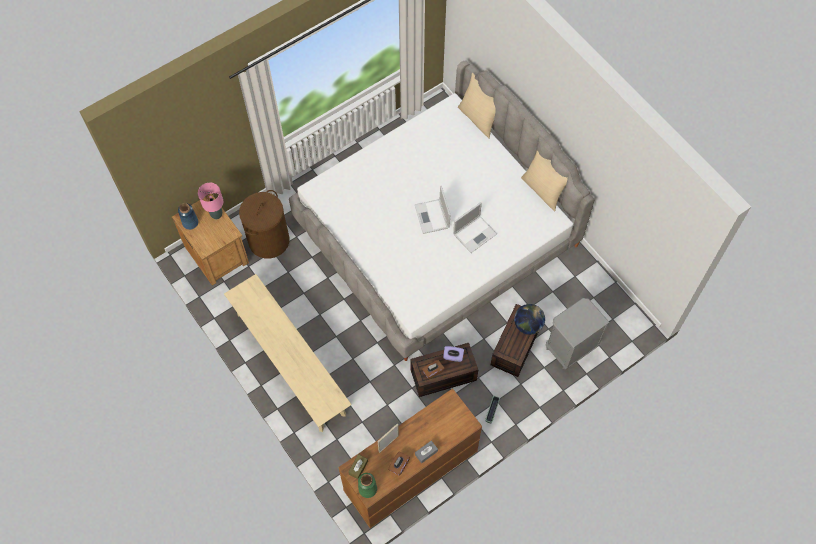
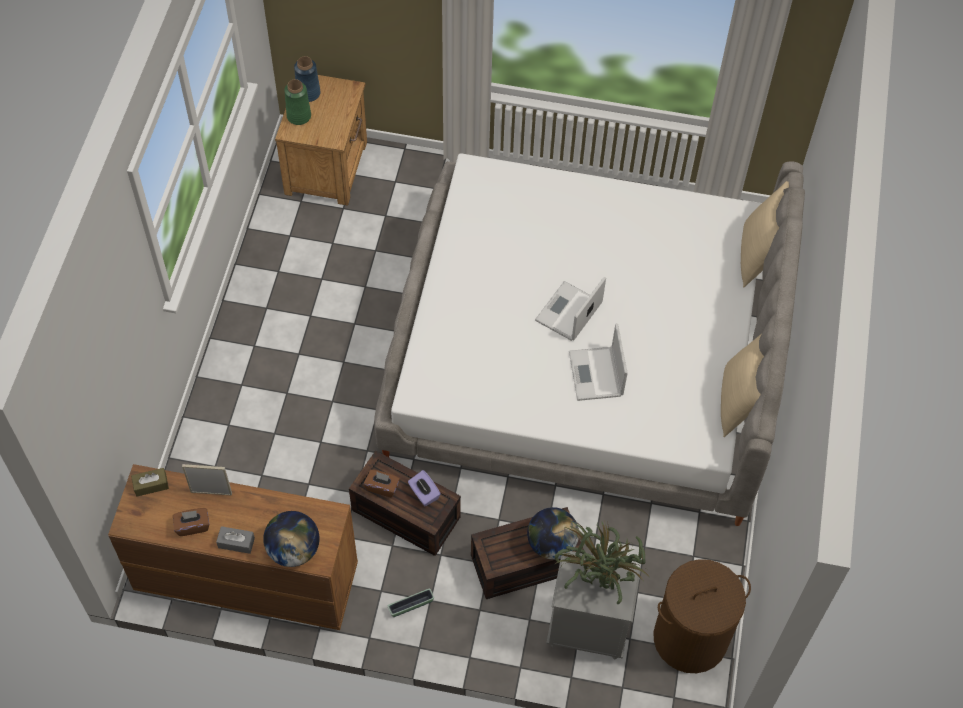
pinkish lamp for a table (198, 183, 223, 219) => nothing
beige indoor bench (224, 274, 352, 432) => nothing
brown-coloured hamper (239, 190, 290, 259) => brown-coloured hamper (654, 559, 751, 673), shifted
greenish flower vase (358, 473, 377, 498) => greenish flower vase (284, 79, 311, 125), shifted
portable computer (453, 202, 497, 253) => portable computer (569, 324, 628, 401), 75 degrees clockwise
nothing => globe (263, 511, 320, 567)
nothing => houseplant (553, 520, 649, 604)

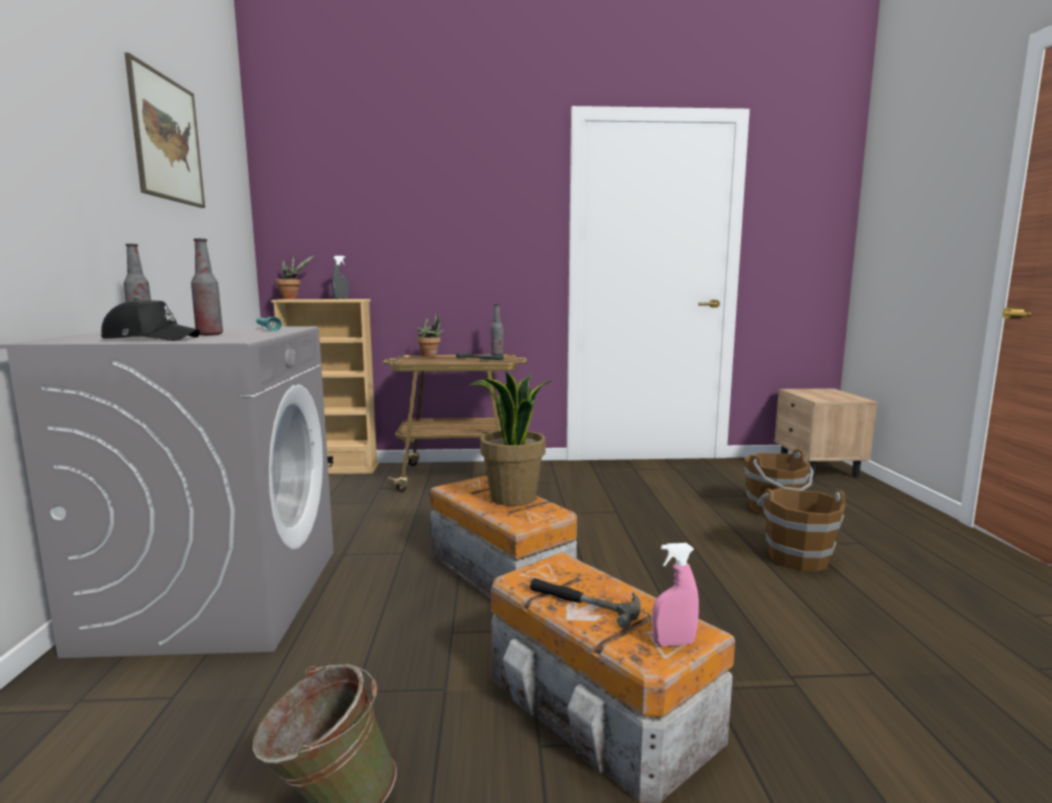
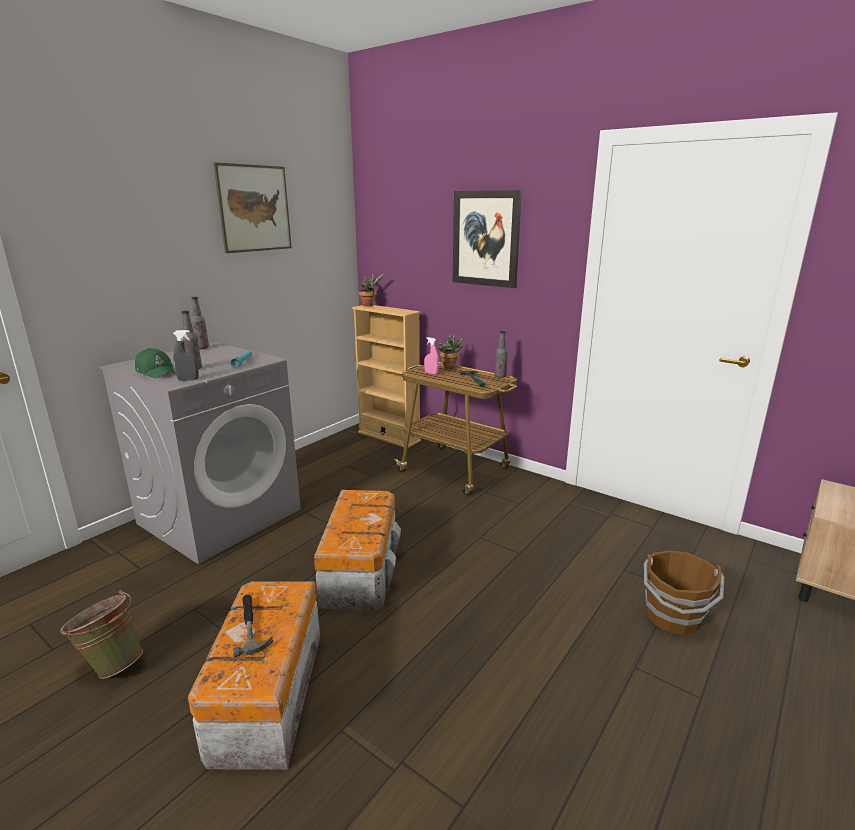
black-coloured cap (101, 298, 200, 341) => greenish cap (135, 348, 175, 378)
grey hand sprayer (331, 256, 349, 299) => grey hand sprayer (173, 330, 199, 381), shifted
houseplant (470, 371, 554, 506) => nothing
pinkish hand sprayer (652, 543, 699, 646) => pinkish hand sprayer (424, 337, 439, 375), shifted
brown-coloured water bucket (757, 488, 846, 571) => nothing
nothing => picture (453, 190, 522, 288)

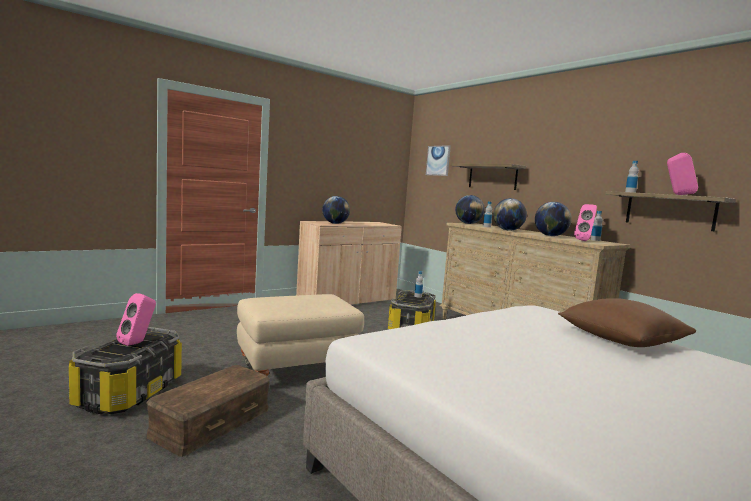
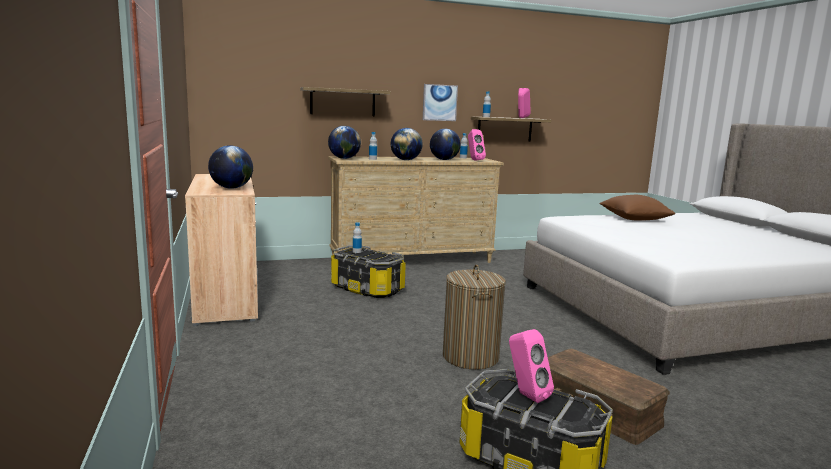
beige ottoman (237, 294, 364, 376) => hamper (443, 264, 506, 370)
picture (426, 145, 451, 176) => picture (423, 84, 458, 121), shifted

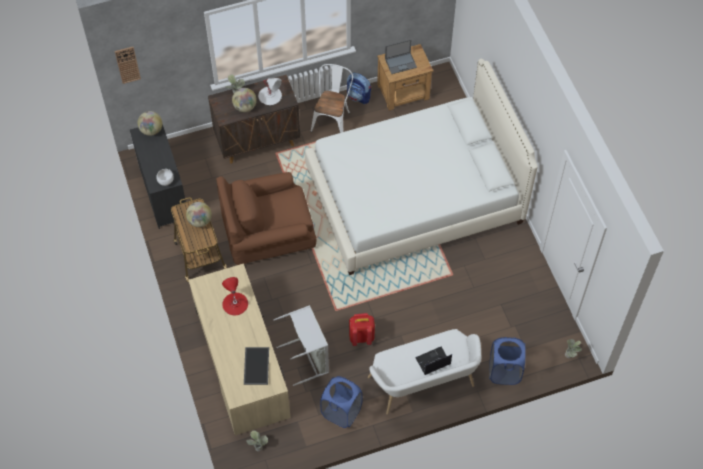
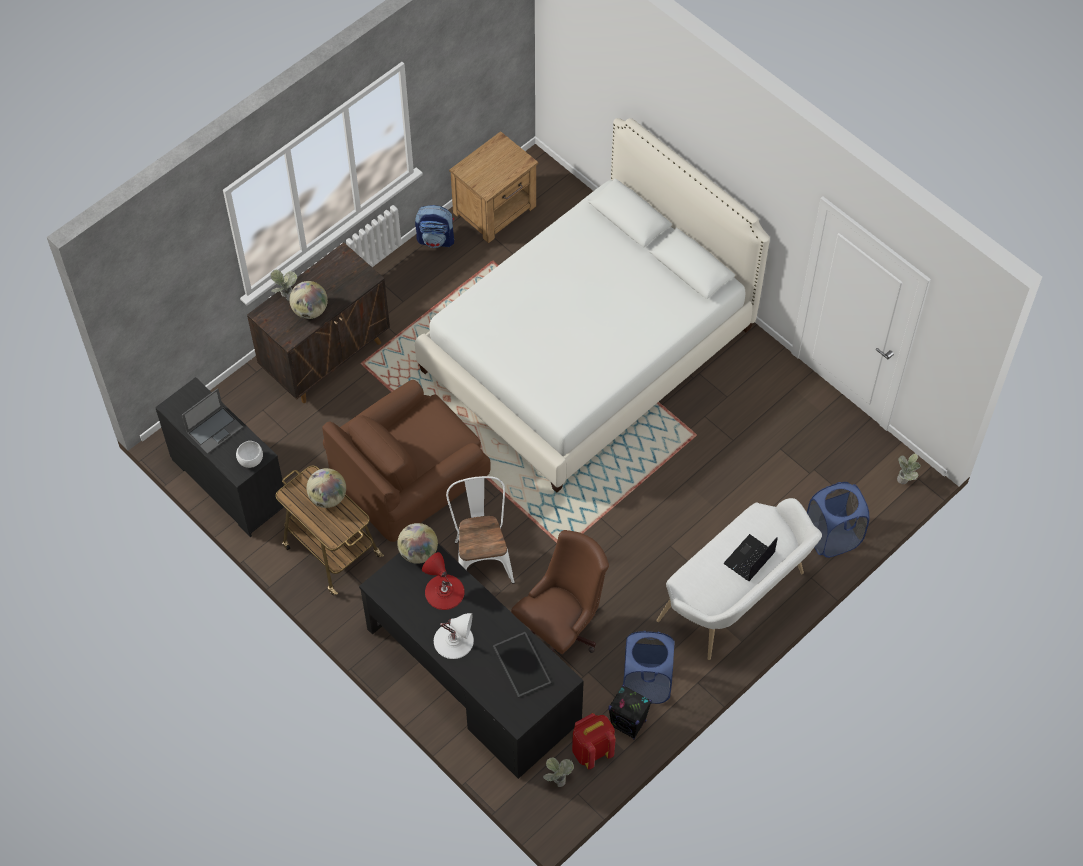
wall clock (115, 47, 141, 84) => nothing
globe (138, 111, 162, 136) => globe (397, 523, 438, 564), shifted
beige desk (188, 263, 291, 435) => black-coloured desk (359, 544, 584, 779)
white-coloured lamp for a table (258, 78, 282, 105) => white-coloured lamp for a table (434, 613, 474, 659), shifted
grey hamper (273, 305, 329, 386) => brown-coloured desk chair (511, 530, 609, 654)
white-coloured plain chair (310, 64, 353, 133) => white-coloured plain chair (446, 476, 515, 584), shifted
red-coloured knapsack (349, 313, 375, 346) => red-coloured knapsack (572, 713, 616, 769), shifted
portable computer (385, 40, 417, 74) => portable computer (182, 388, 243, 454), shifted
nothing => black-coloured speaker (608, 685, 652, 739)

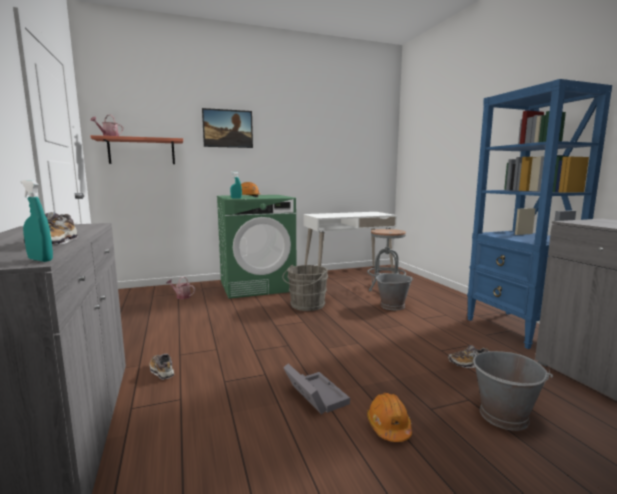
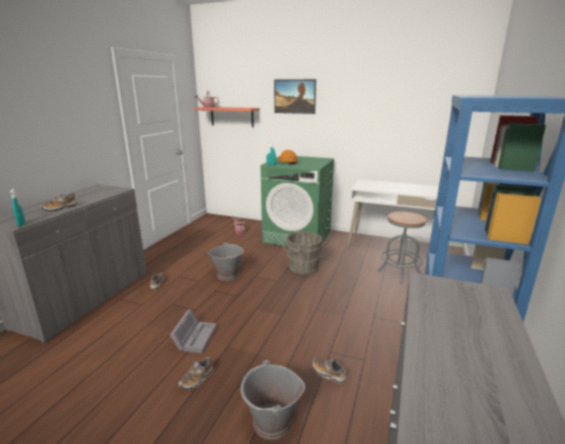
orange safety helmet (367, 393, 412, 442) => shoe (178, 357, 214, 389)
grey water bucket (376, 272, 414, 310) => grey water bucket (208, 242, 244, 281), shifted

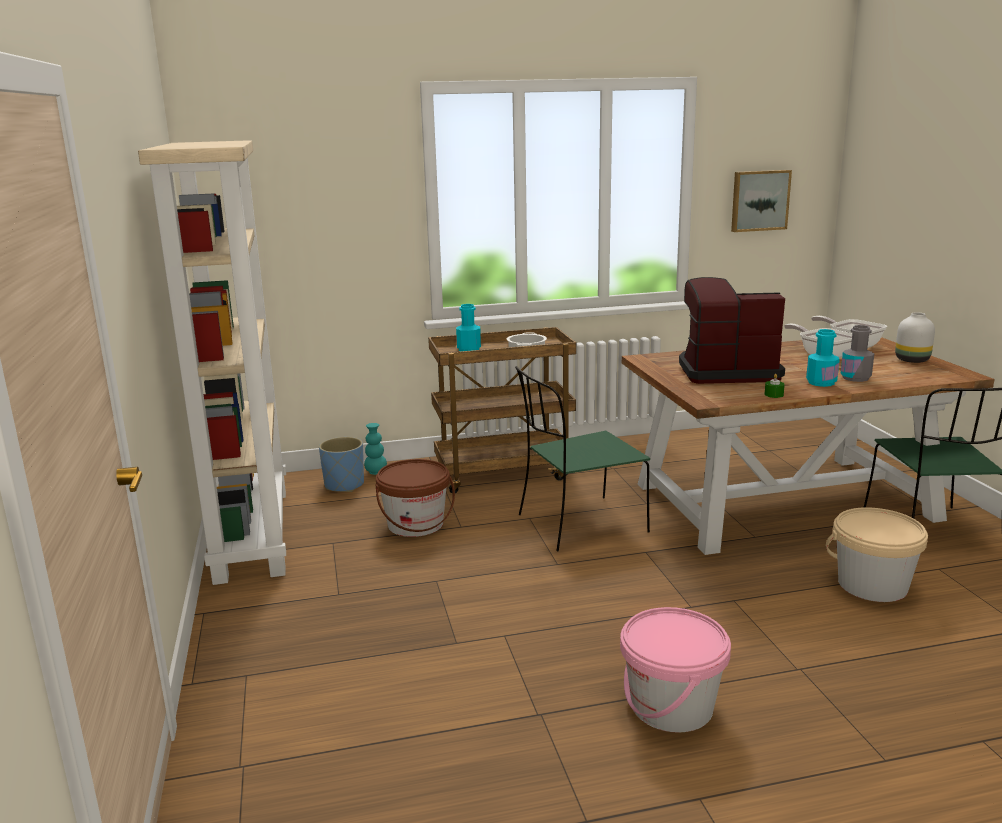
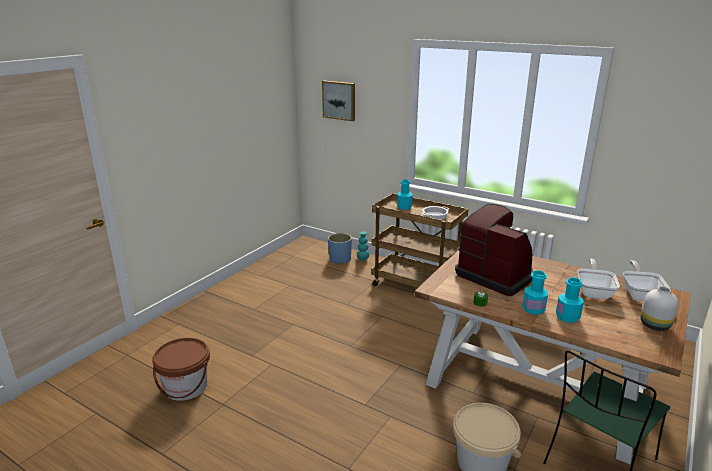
beige shelving unit (138, 140, 286, 585) => nothing
brown-coloured water bucket (375, 459, 455, 537) => brown-coloured water bucket (152, 338, 210, 401), shifted
greenish plain chair (515, 366, 650, 551) => nothing
pinkish water bucket (620, 607, 731, 733) => nothing
picture (731, 170, 792, 232) => picture (322, 81, 355, 121), shifted
grey bottle (841, 325, 874, 382) => turquoise bottle (556, 277, 584, 323)

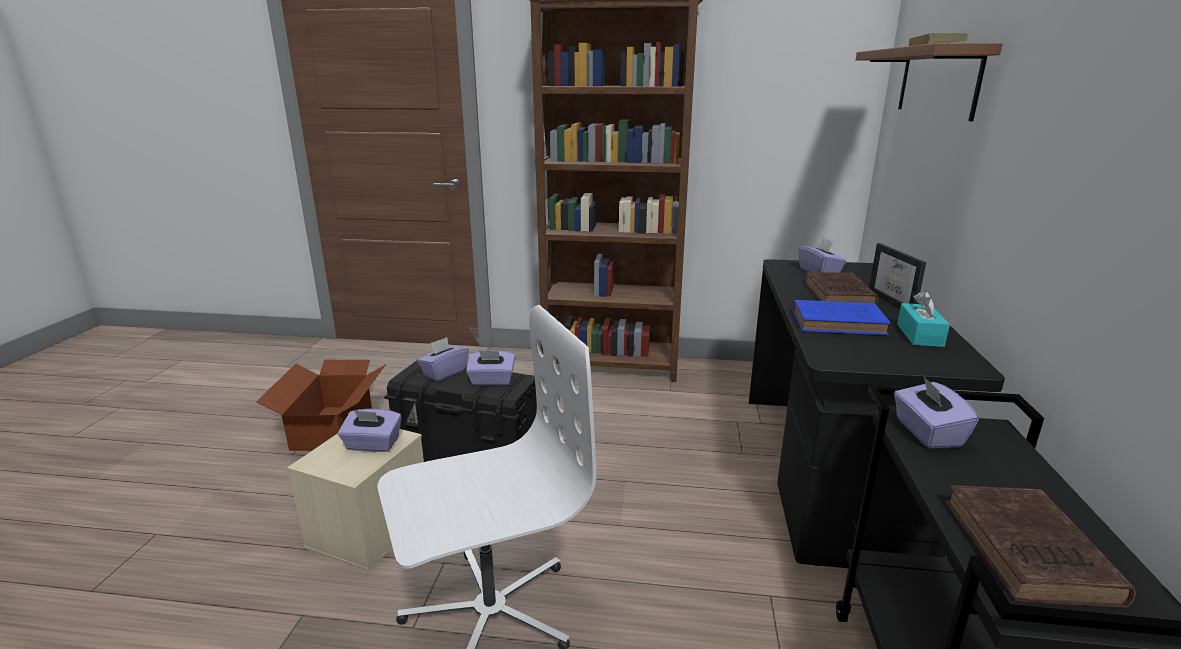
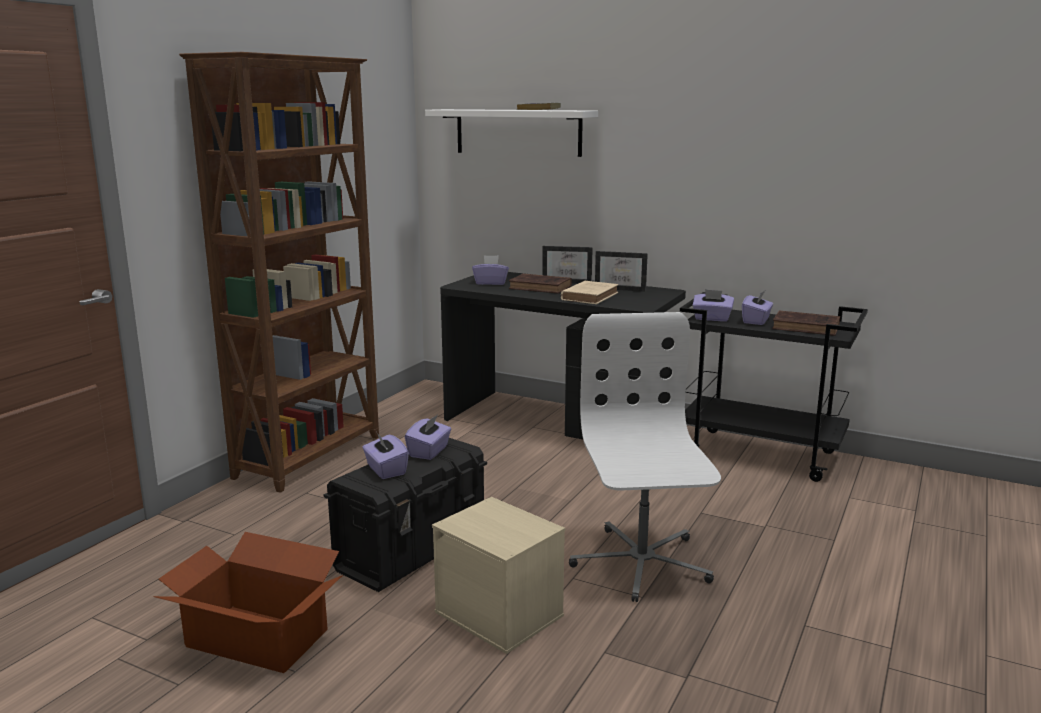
purplish box of tissues (338, 409, 401, 452) => purplish box of tissues (742, 291, 773, 325), shifted
blue-coloured volume (793, 300, 891, 336) => beige volume (561, 280, 618, 304)
brown-coloured shelf (856, 43, 1003, 122) => white-coloured shelf (425, 109, 598, 157)
turquoise box of tissues (897, 290, 950, 347) => picture frame (595, 251, 648, 292)

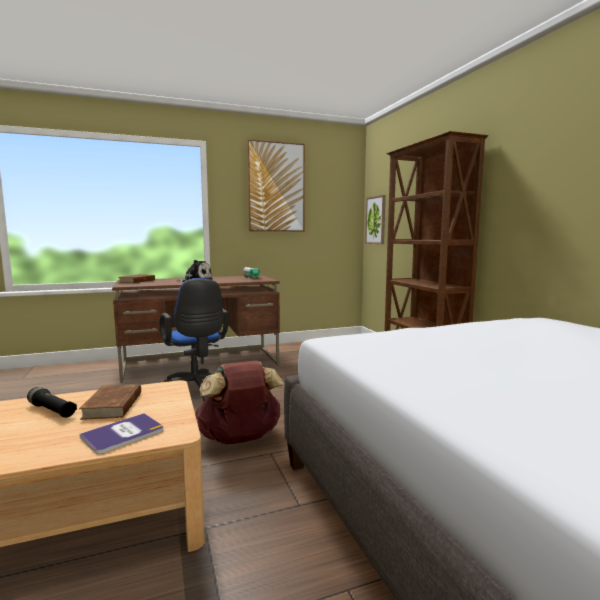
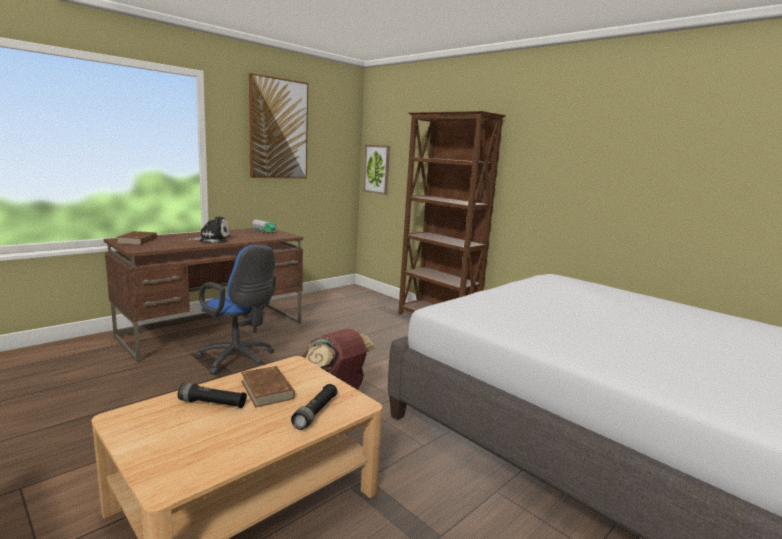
volume (80, 413, 163, 454) => black-coloured hand torch (291, 384, 337, 430)

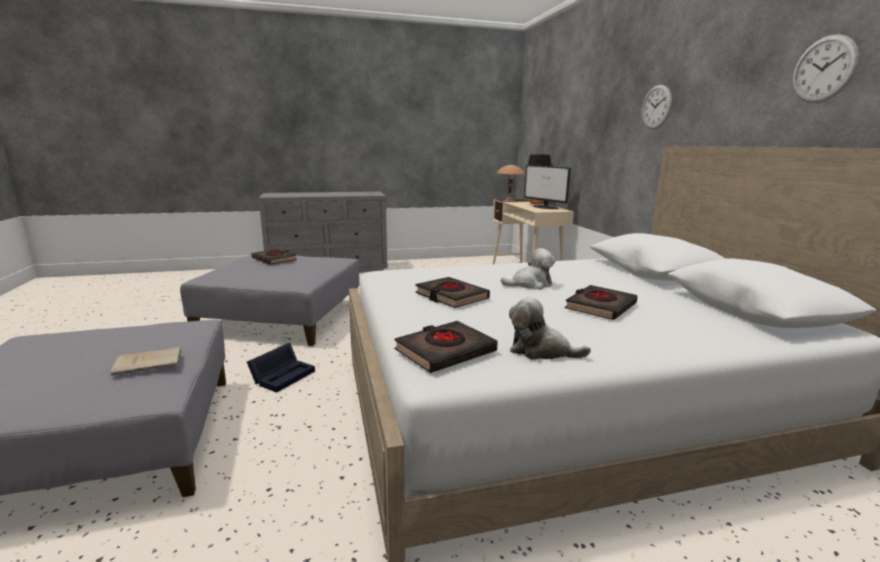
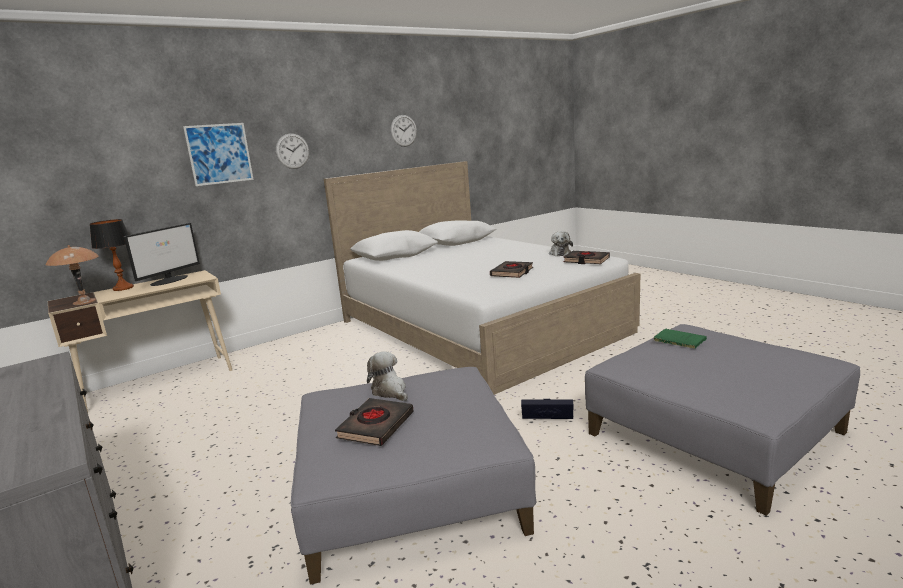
beige volume (110, 347, 182, 376) => greenish volume (654, 329, 707, 349)
cuddly toy (501, 248, 555, 290) => cuddly toy (367, 351, 408, 401), shifted
black-coloured volume (565, 285, 638, 320) => nothing
nothing => picture (183, 123, 254, 186)

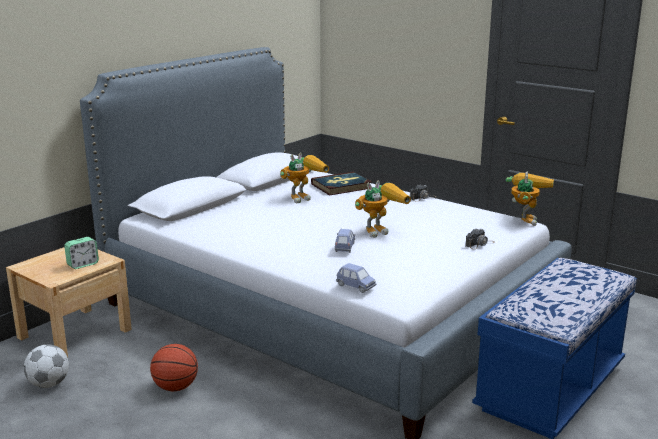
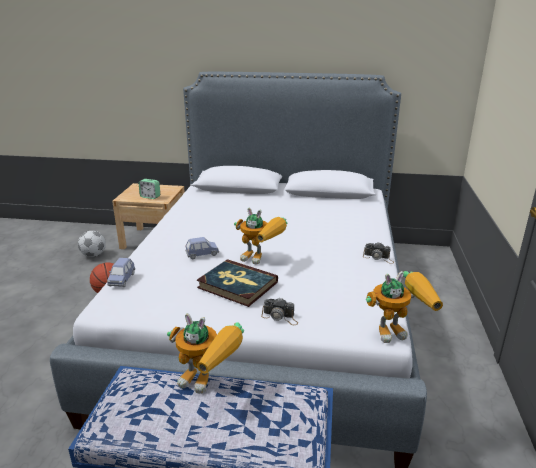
toy robot (280, 153, 329, 203) => toy robot (167, 313, 244, 394), shifted
volume (311, 172, 372, 196) => volume (197, 259, 278, 307), shifted

